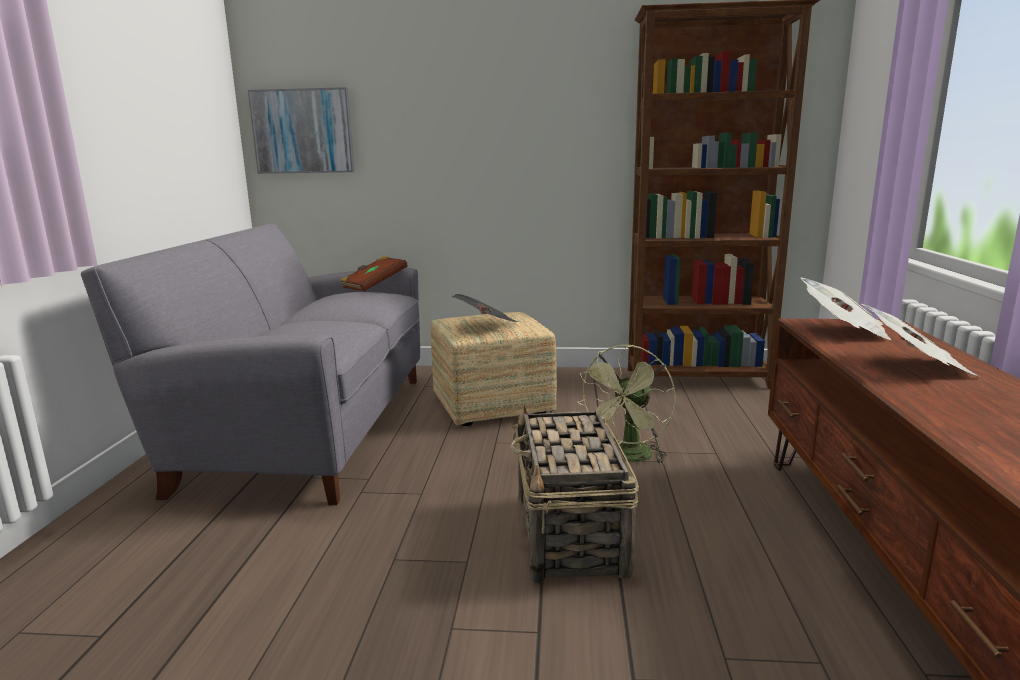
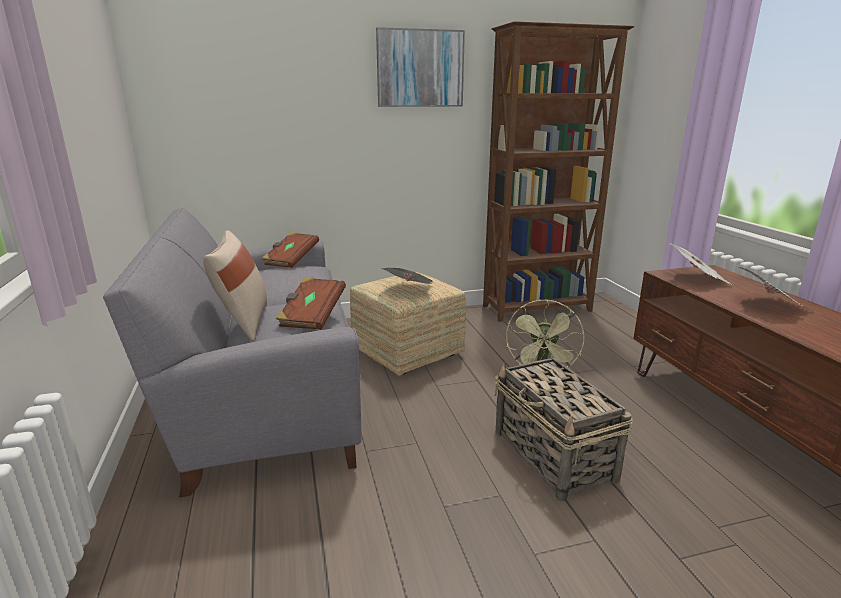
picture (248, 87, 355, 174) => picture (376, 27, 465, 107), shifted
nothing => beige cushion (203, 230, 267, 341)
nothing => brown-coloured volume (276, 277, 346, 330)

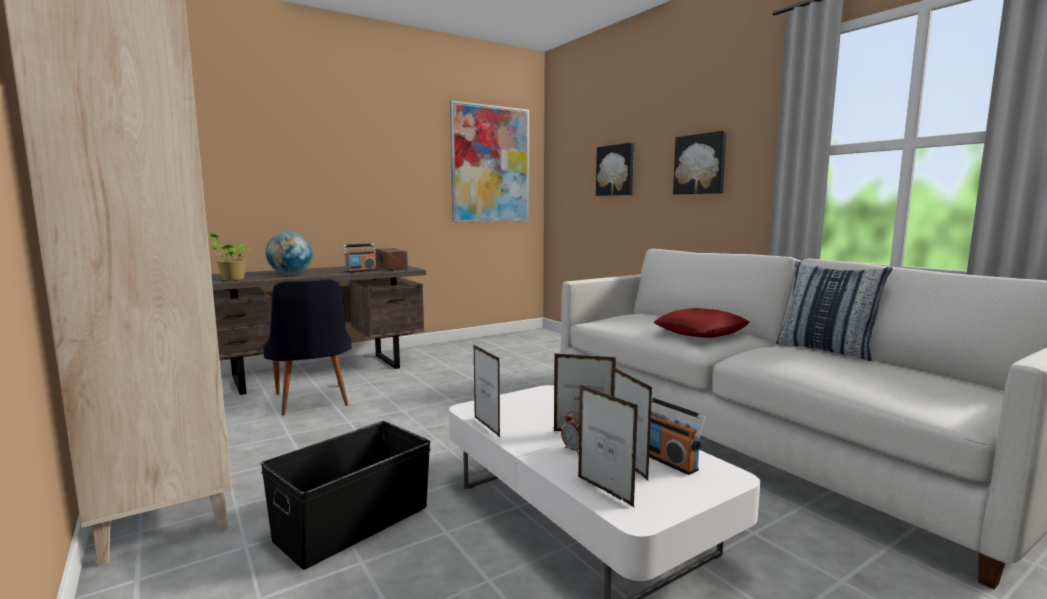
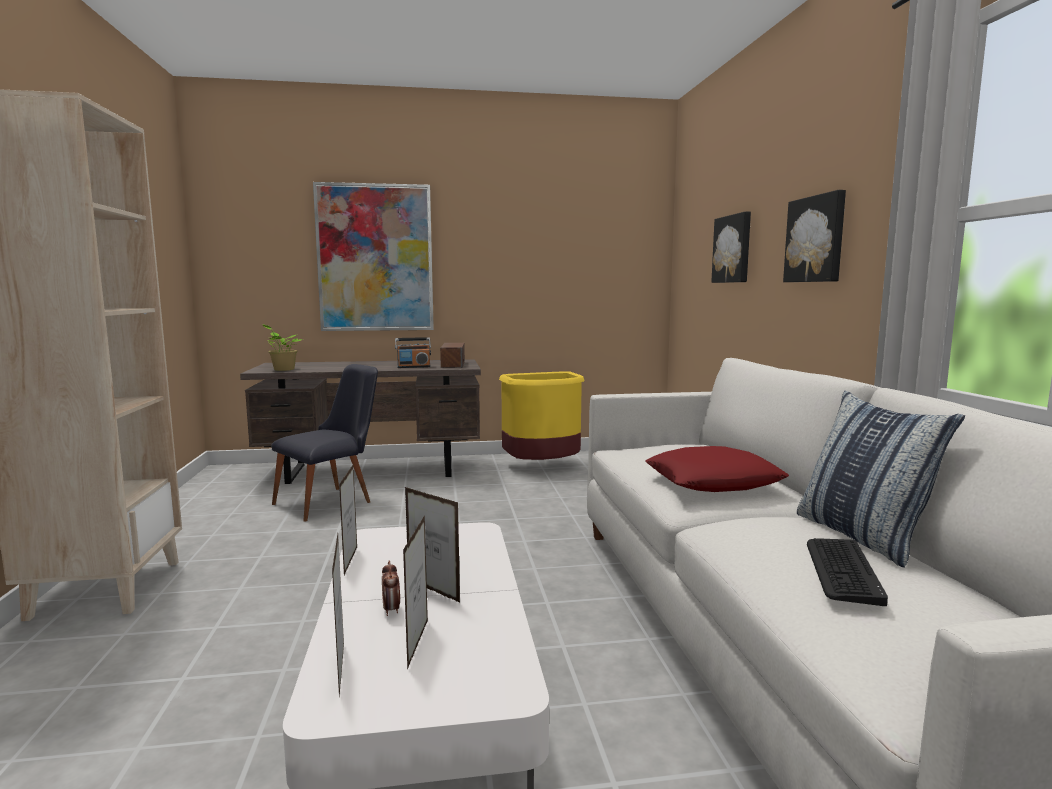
black-coloured storage container (260, 421, 431, 570) => nothing
black-coloured plain chair (263, 279, 352, 416) => black-coloured plain chair (271, 364, 378, 522), 135 degrees counterclockwise
globe (266, 232, 313, 275) => nothing
picture (450, 100, 529, 222) => picture (313, 182, 434, 331), shifted
radio receiver (649, 398, 706, 475) => nothing
nothing => yellowish trash can (499, 371, 584, 460)
nothing => computer keyboard (807, 538, 888, 606)

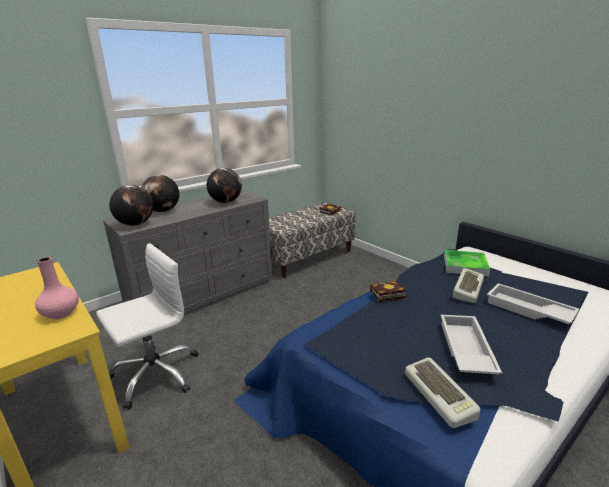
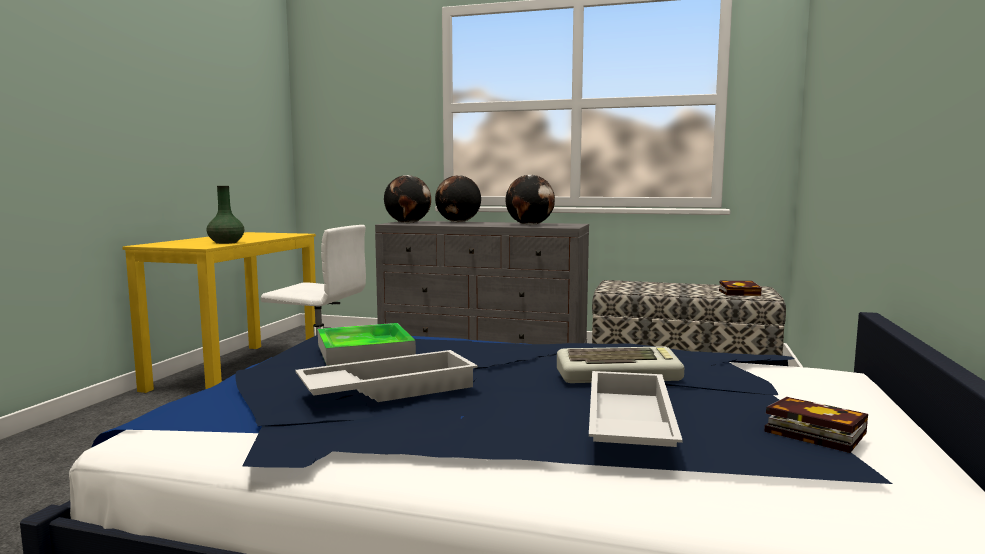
pinkish flower vase (35, 257, 79, 319) => greenish flower vase (207, 186, 244, 244)
volume (370, 281, 406, 302) => volume (764, 397, 868, 453), shifted
computer keyboard (405, 357, 480, 428) => nothing
carrying tray (444, 250, 490, 276) => carrying tray (318, 323, 416, 366), shifted

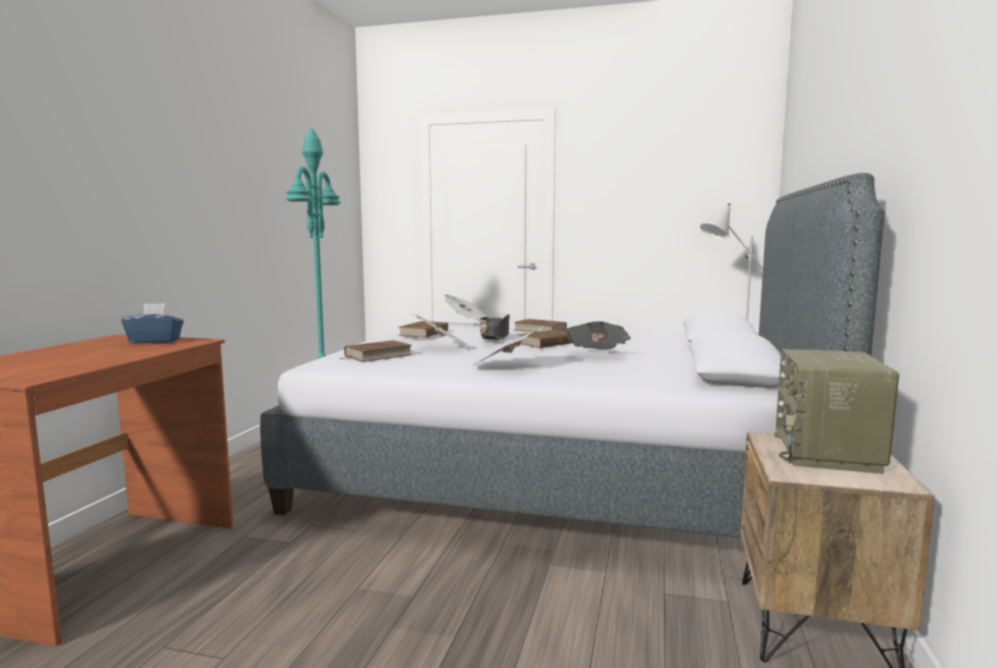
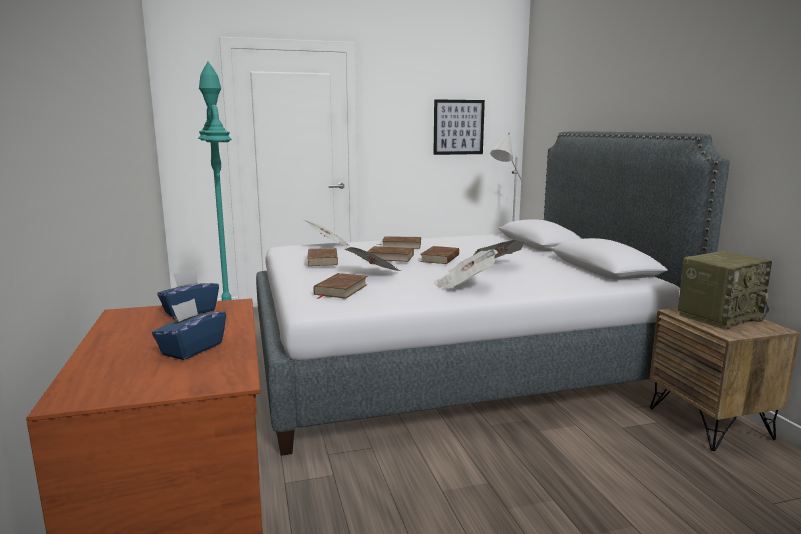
black-coloured hat (480, 314, 510, 340) => brown-coloured volume (367, 246, 414, 262)
radio receiver (775, 349, 899, 474) => radio receiver (678, 251, 772, 330), 105 degrees counterclockwise
nothing => blue-coloured box of tissues (152, 299, 226, 360)
nothing => picture (433, 99, 485, 155)

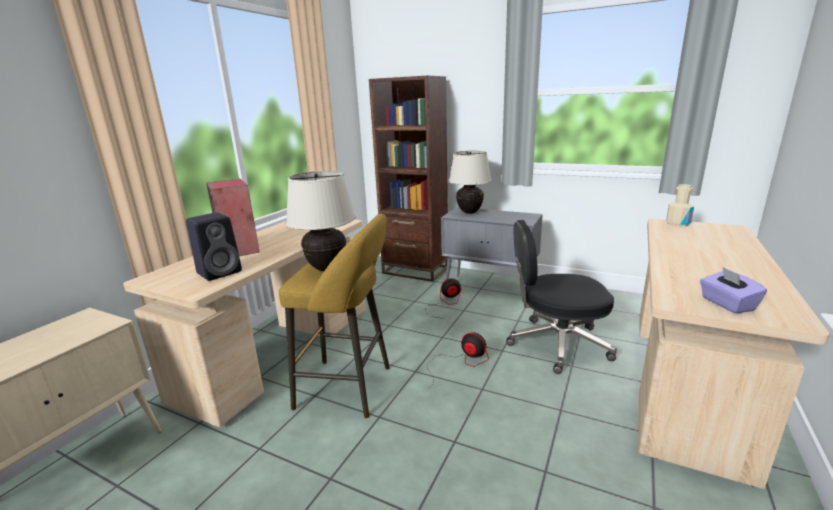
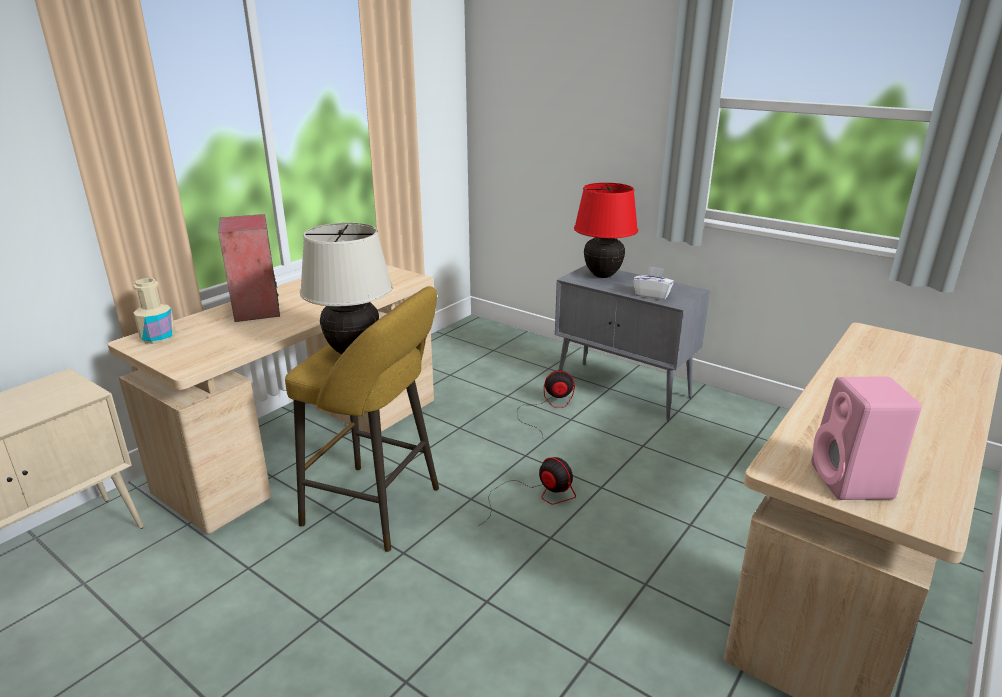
black-coloured speaker (186, 212, 242, 281) => nothing
brown-coloured shelving unit (369, 76, 448, 282) => nothing
beige lamp for a table (449, 151, 491, 214) => red-coloured lamp for a table (574, 183, 638, 278)
black-coloured desk chair (507, 220, 617, 374) => nothing
beige bottle (666, 184, 694, 227) => beige bottle (133, 278, 176, 344), shifted
purplish box of tissues (700, 267, 767, 314) => pinkish speaker (811, 376, 922, 500)
nothing => white-coloured box of tissues (633, 266, 674, 300)

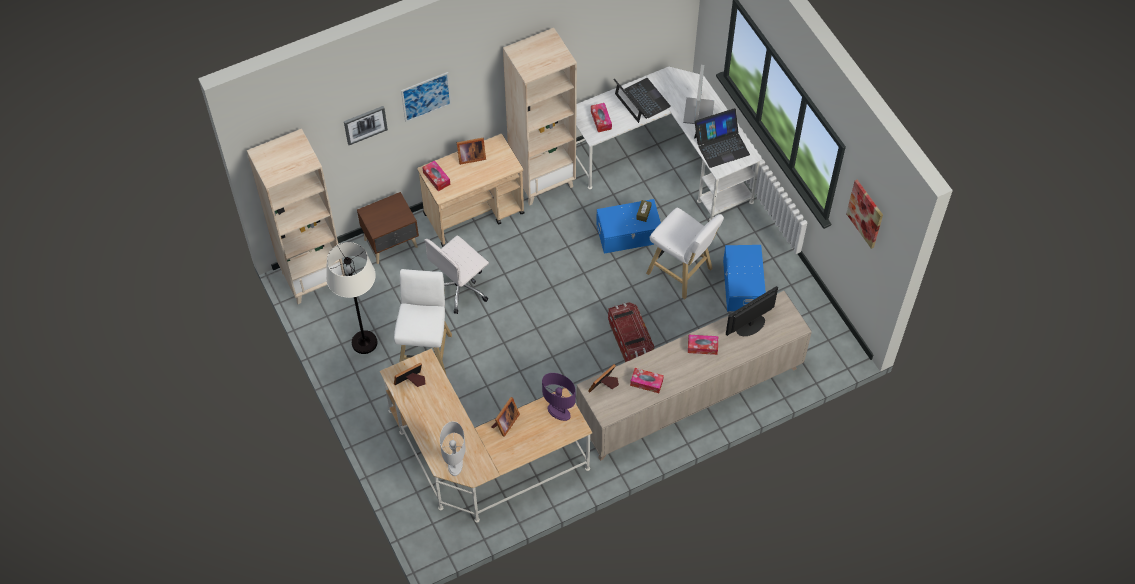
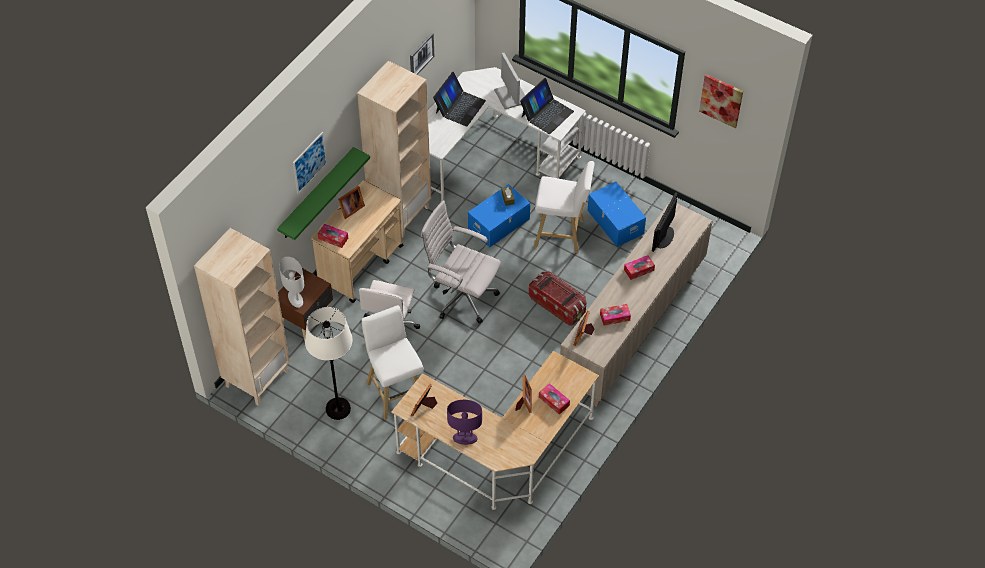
picture (344, 106, 388, 145) => picture (410, 33, 434, 75), shifted
white-coloured lamp for a table (440, 421, 465, 476) => white-coloured lamp for a table (279, 257, 304, 308), shifted
purplish lamp for a table (542, 373, 576, 421) => purplish lamp for a table (447, 400, 482, 445), shifted
box of tissues (591, 103, 612, 132) => box of tissues (539, 383, 570, 414), shifted
portable computer (613, 78, 671, 123) => portable computer (433, 72, 486, 127), 90 degrees clockwise
nothing => greenish shelf (277, 147, 370, 240)
nothing => white-coloured desk chair (421, 201, 501, 324)

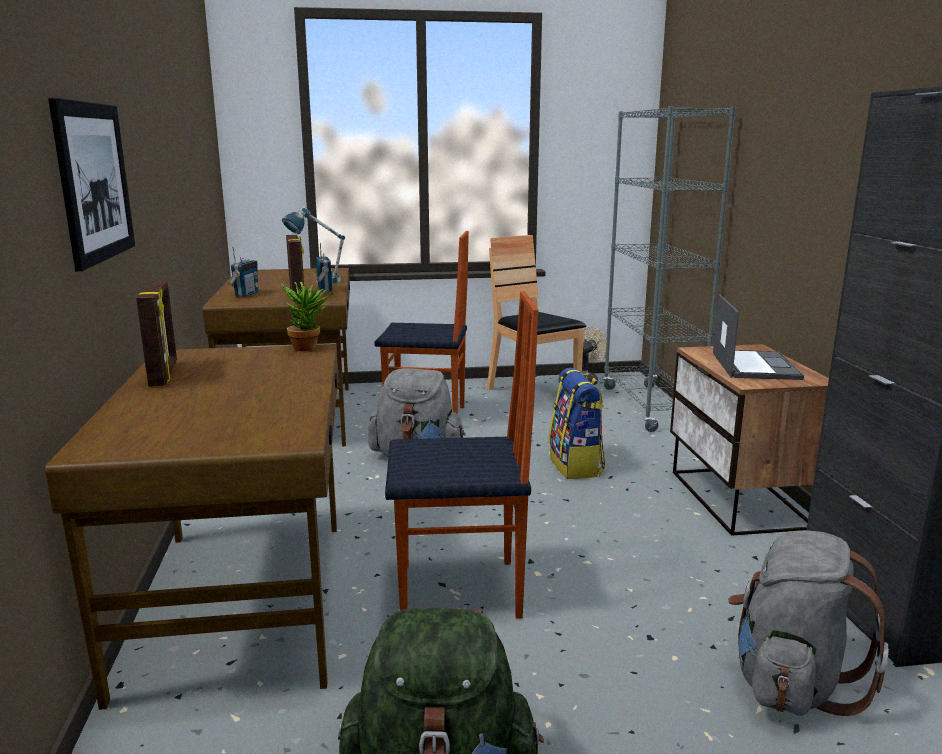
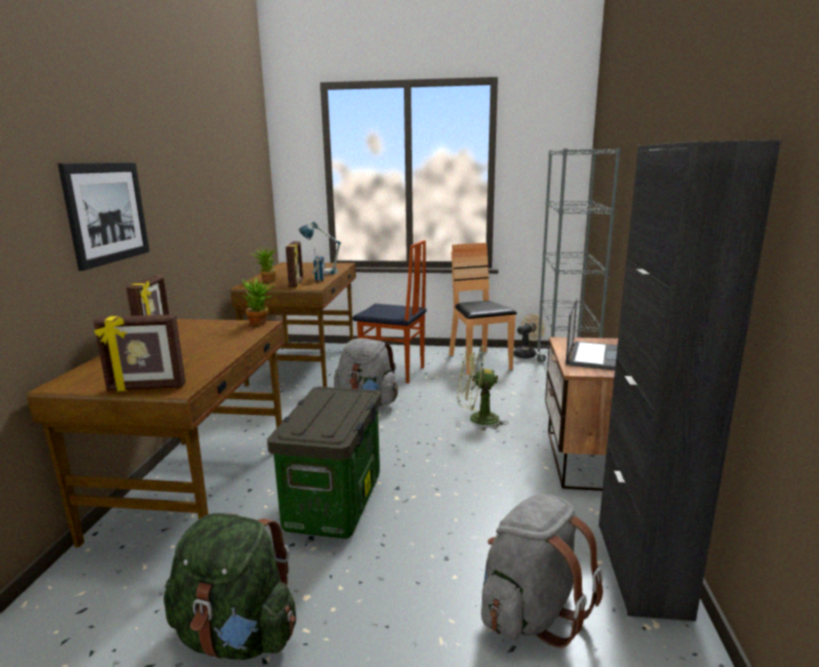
radio receiver (229, 246, 259, 297) => houseplant (249, 246, 277, 282)
plain chair (385, 291, 539, 619) => storage container (267, 387, 381, 539)
knapsack (549, 368, 605, 479) => greenish fan (458, 345, 508, 431)
nothing => picture frame (93, 314, 186, 392)

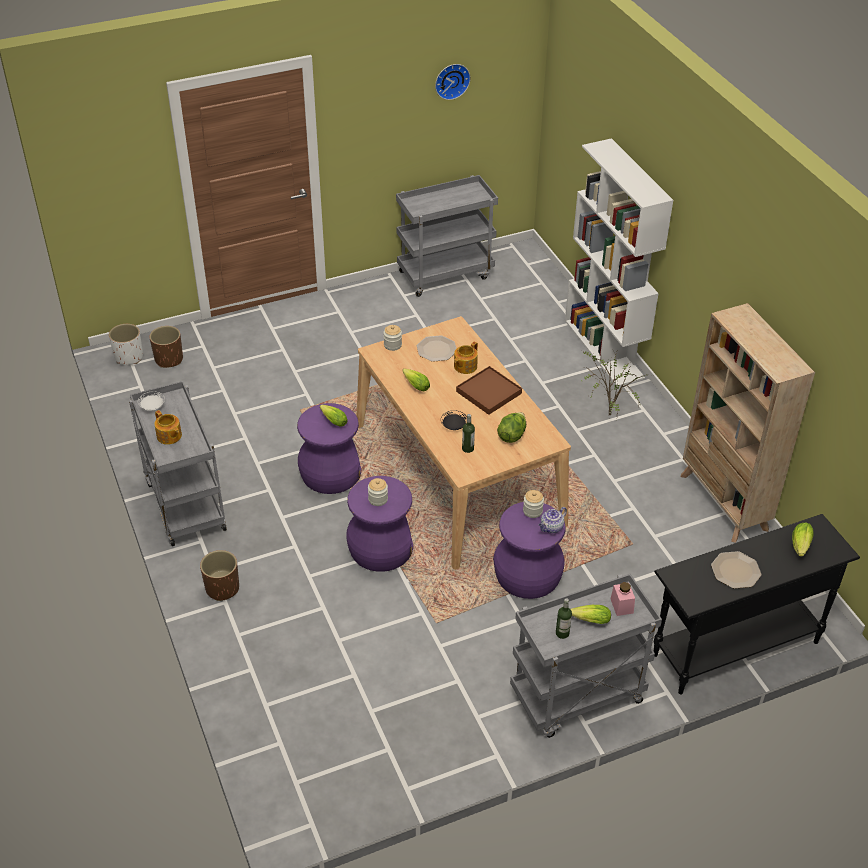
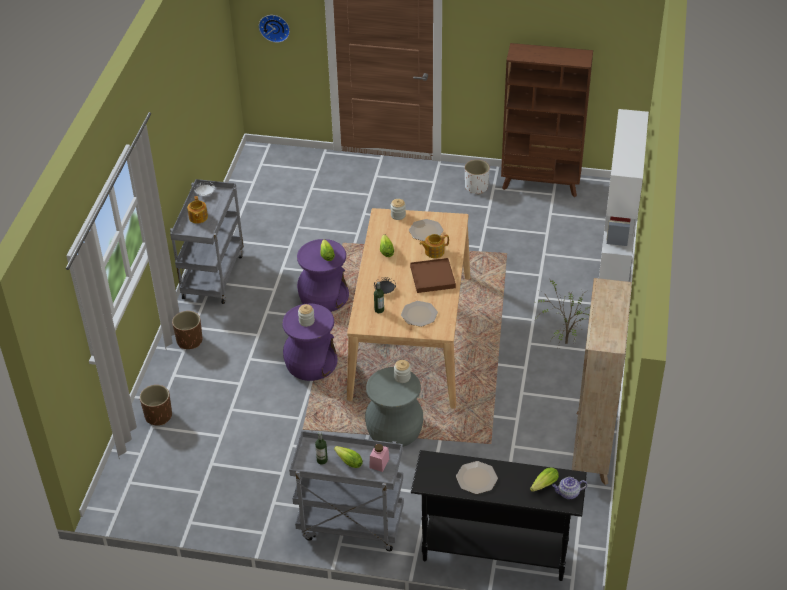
white-coloured planter (109, 324, 143, 365) => white-coloured planter (465, 160, 490, 195), shifted
brown-coloured planter (149, 326, 183, 368) => brown-coloured planter (140, 385, 172, 425), shifted
grey trolley (396, 175, 498, 297) => brown-coloured shelving unit (501, 43, 593, 197)
wall clock (435, 64, 471, 100) => wall clock (259, 15, 290, 43), shifted
purplish sitting stool (493, 502, 565, 599) => grey sitting stool (365, 367, 423, 447)
head of lettuce (497, 412, 526, 443) => flat dish (401, 301, 438, 327)
tea pot (539, 507, 567, 533) => tea pot (552, 477, 587, 499), shifted

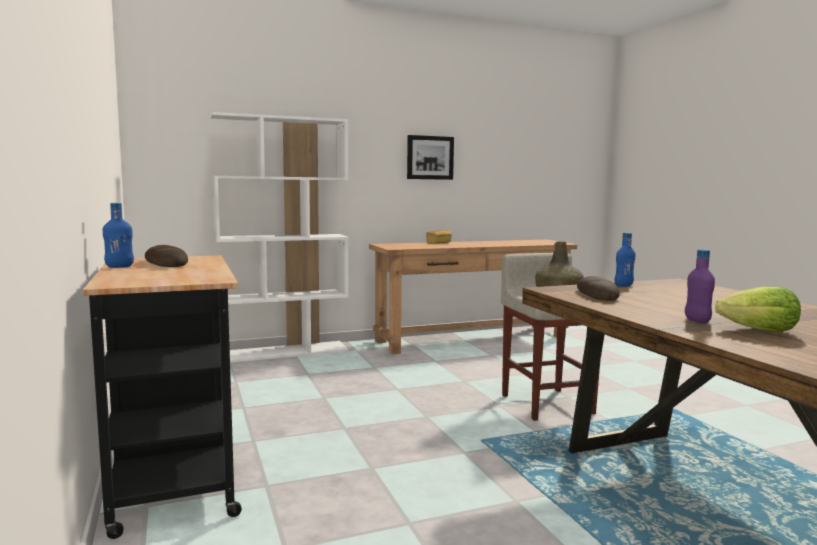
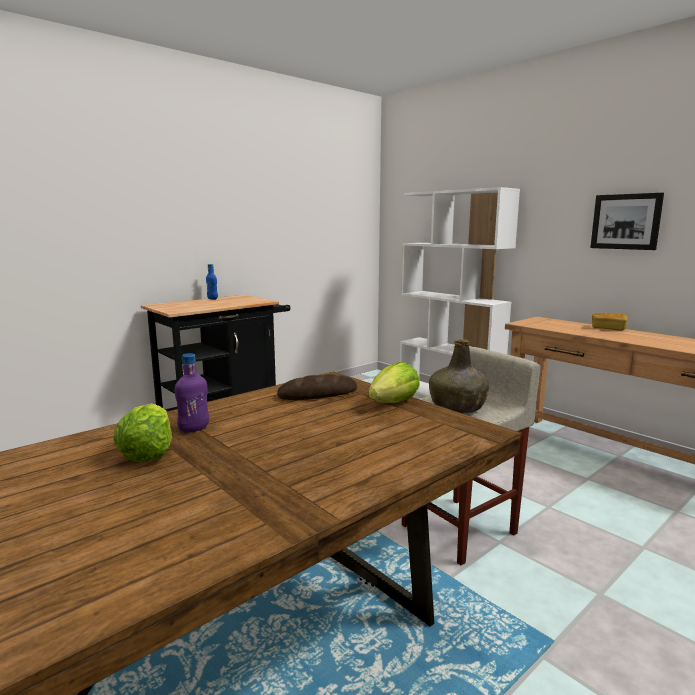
bread (145, 245, 188, 267) => nothing
blue-coloured bottle (615, 232, 635, 287) => head of lettuce (368, 361, 420, 403)

